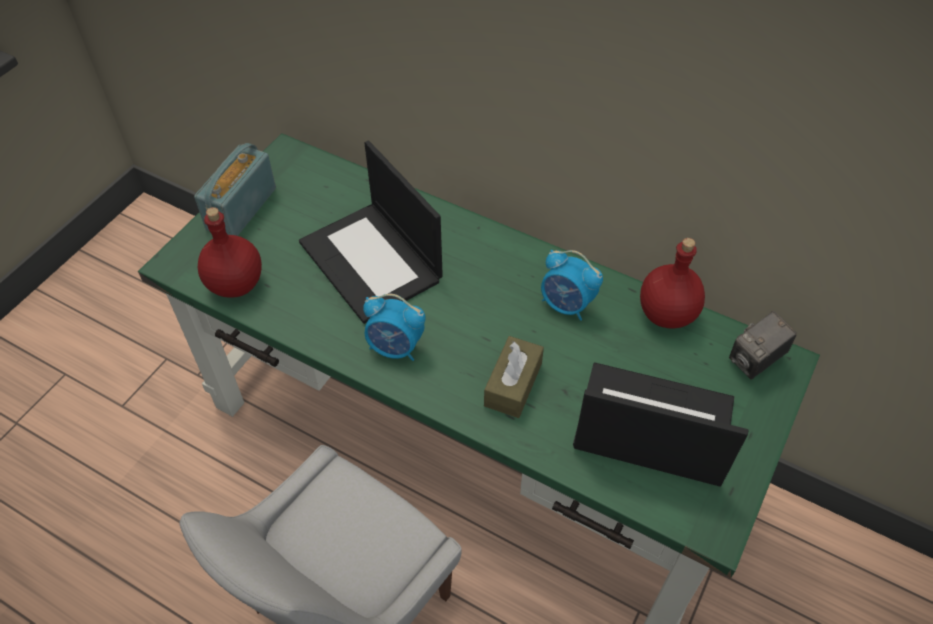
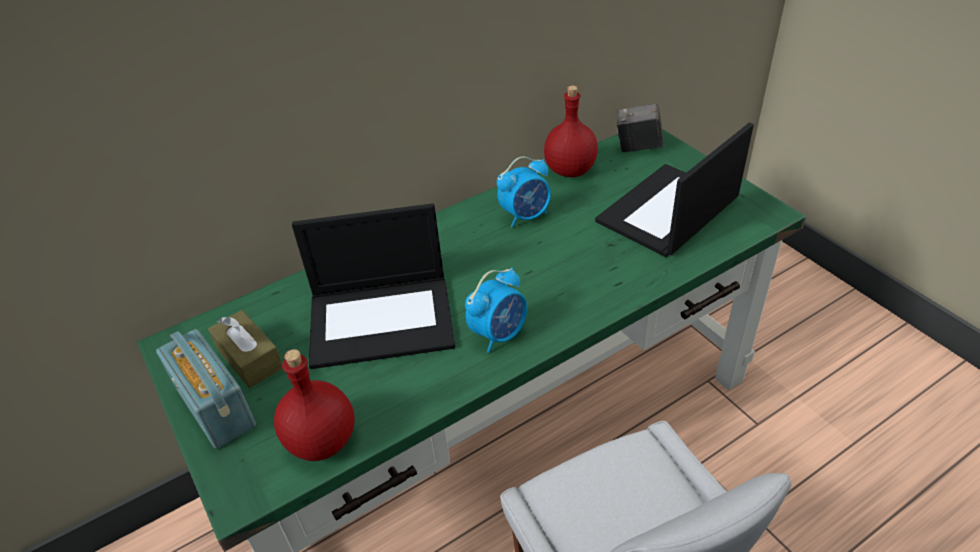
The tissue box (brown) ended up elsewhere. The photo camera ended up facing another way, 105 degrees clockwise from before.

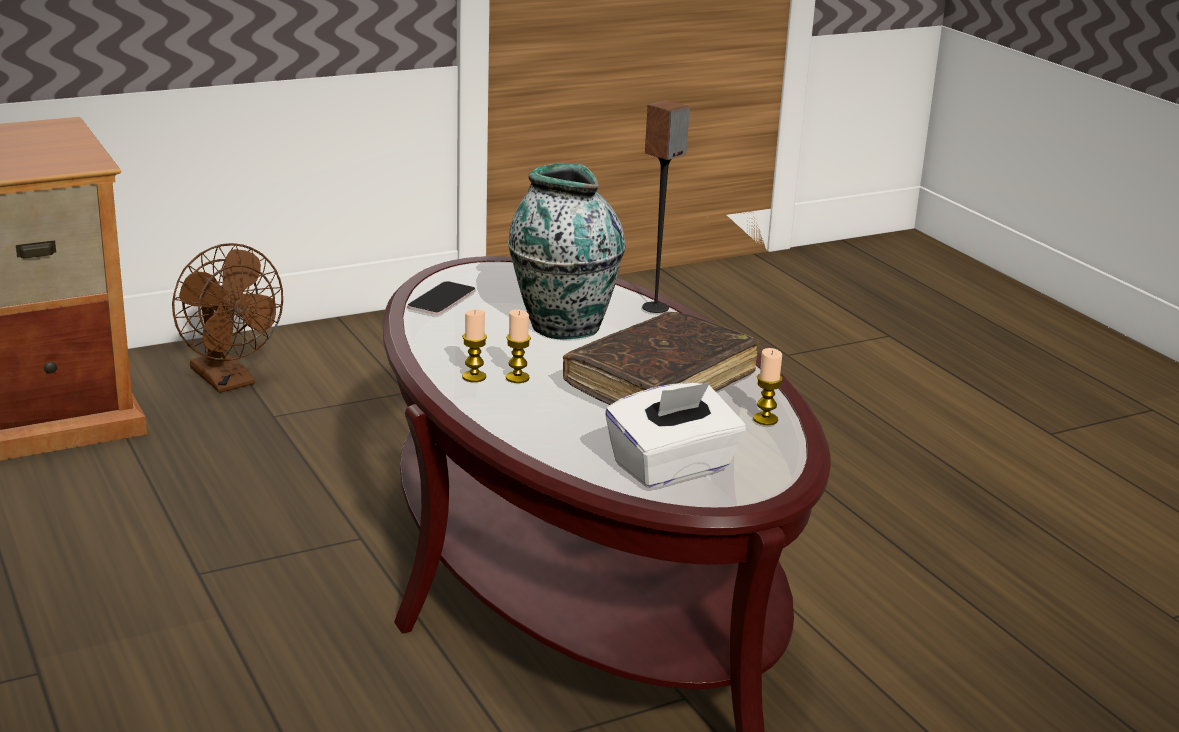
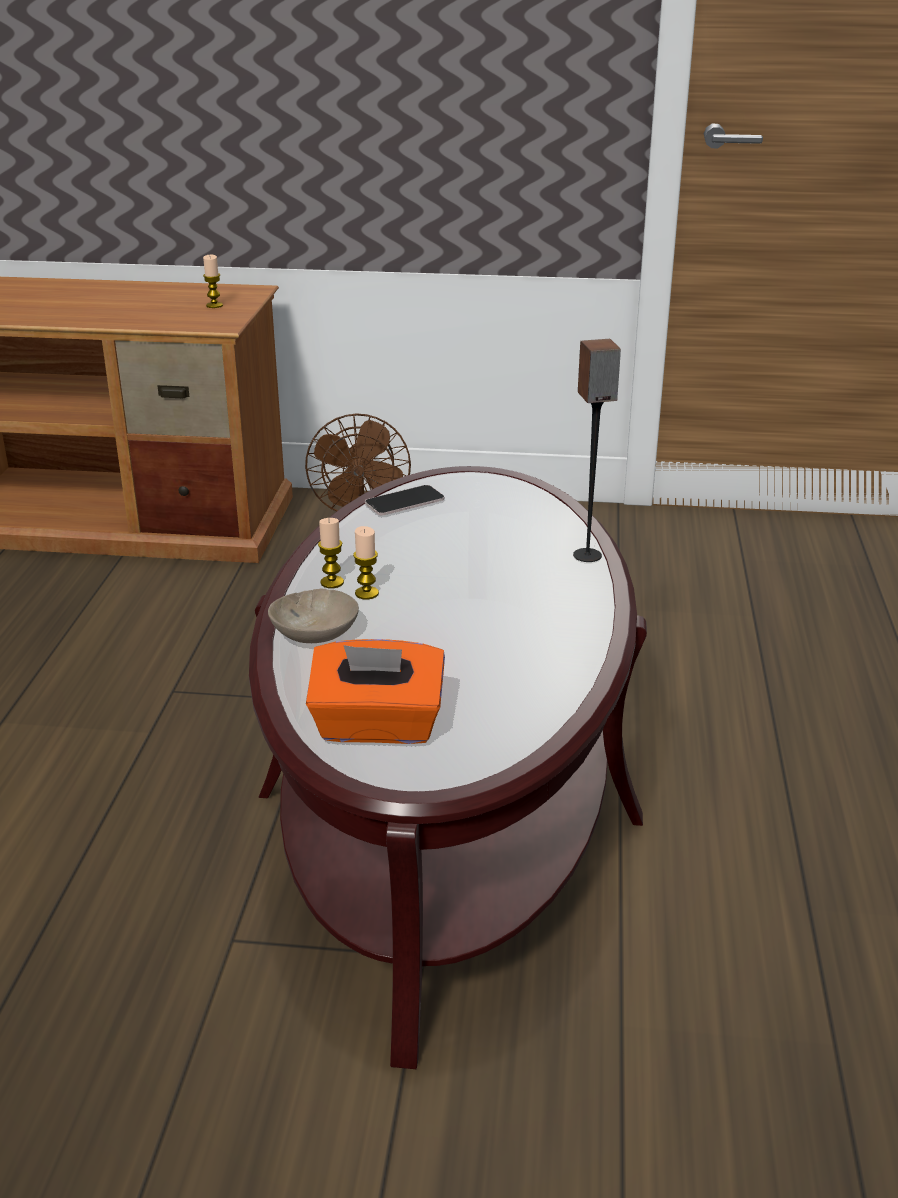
The second view lost the flower vase. The second view lost the book (brown). What was the tissue box (whitish) turned into the tissue box (orange). The wax candle (3rd from left in the first image) ended up elsewhere. The second view gained the deep dish (sand-coloured).

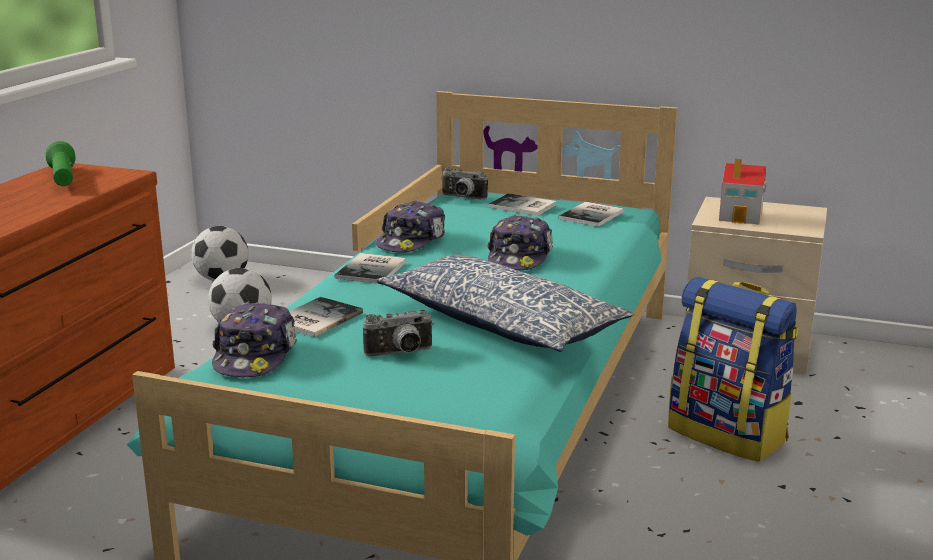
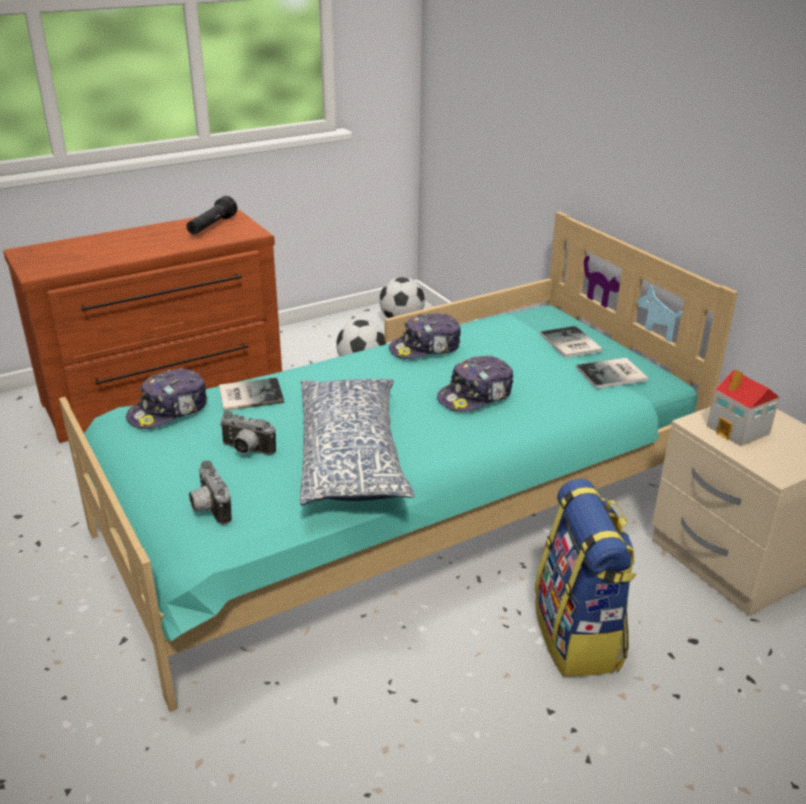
What was the hand torch (greenish) turned into the hand torch (blackish). The second view lost the book (2nd from left). The photo camera (2nd from left in the first image) ended up elsewhere.

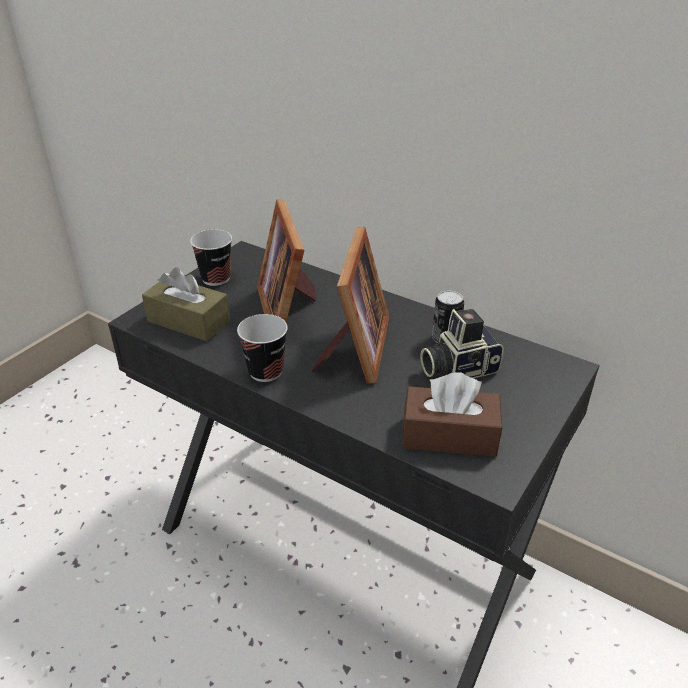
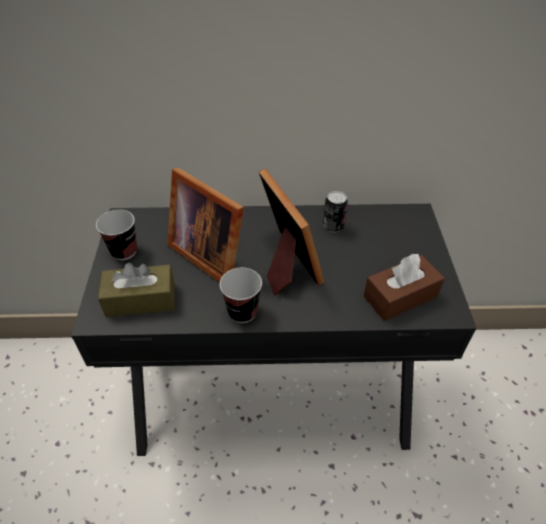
The second view lost the photo camera.

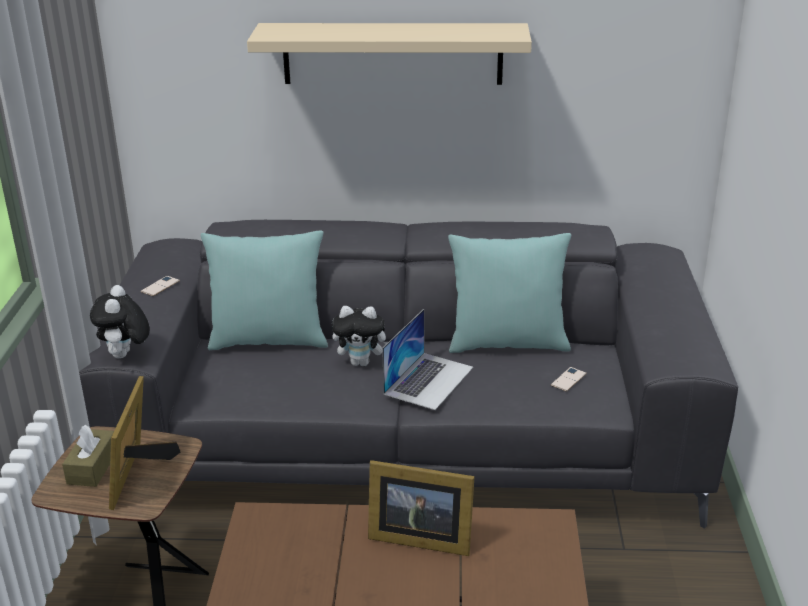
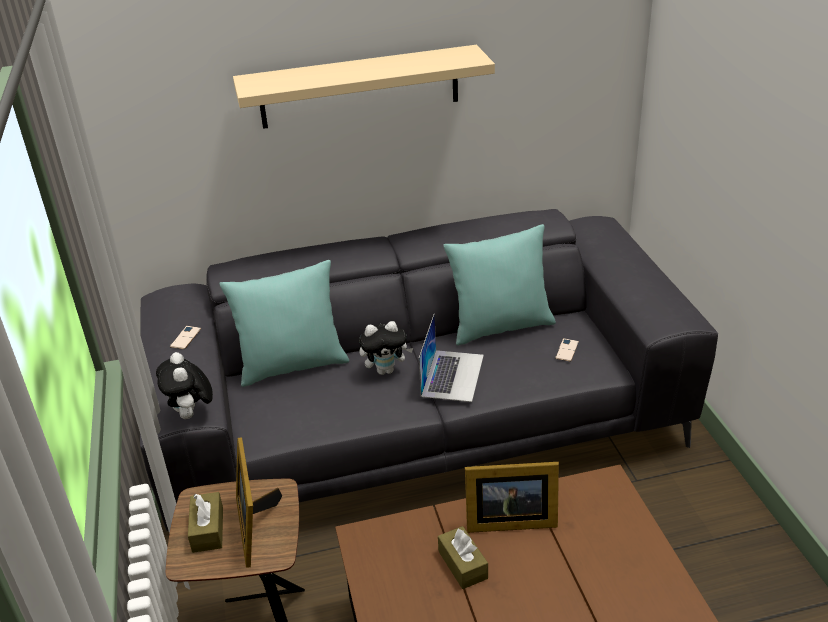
The second view gained the tissue box (brown) (2nd from left).

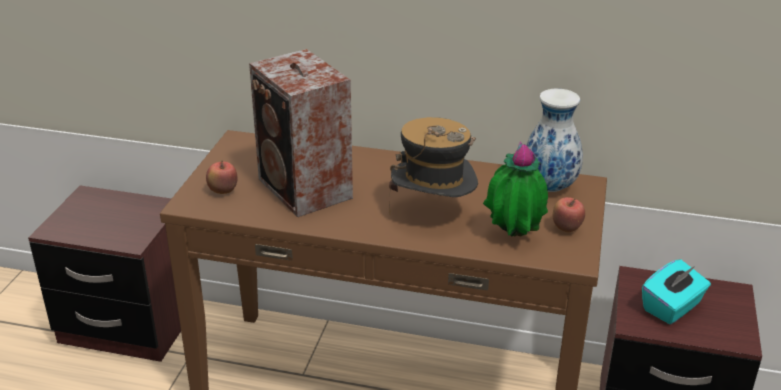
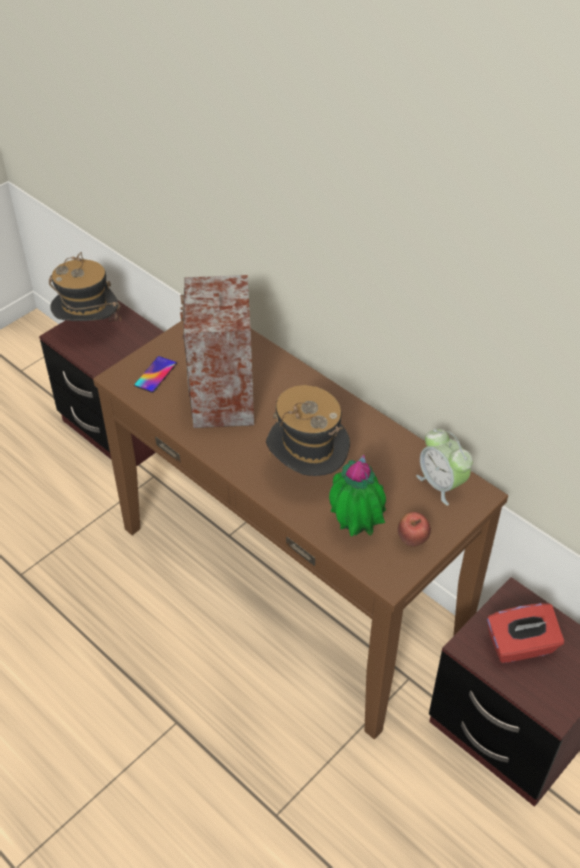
Where the apple (1st from left) stood, the phone came to stand. Where the flower vase stood, the table clock came to stand. What was the tissue box (turquoise-coloured) turned into the tissue box (reddish). The second view gained the hat (1st from left).

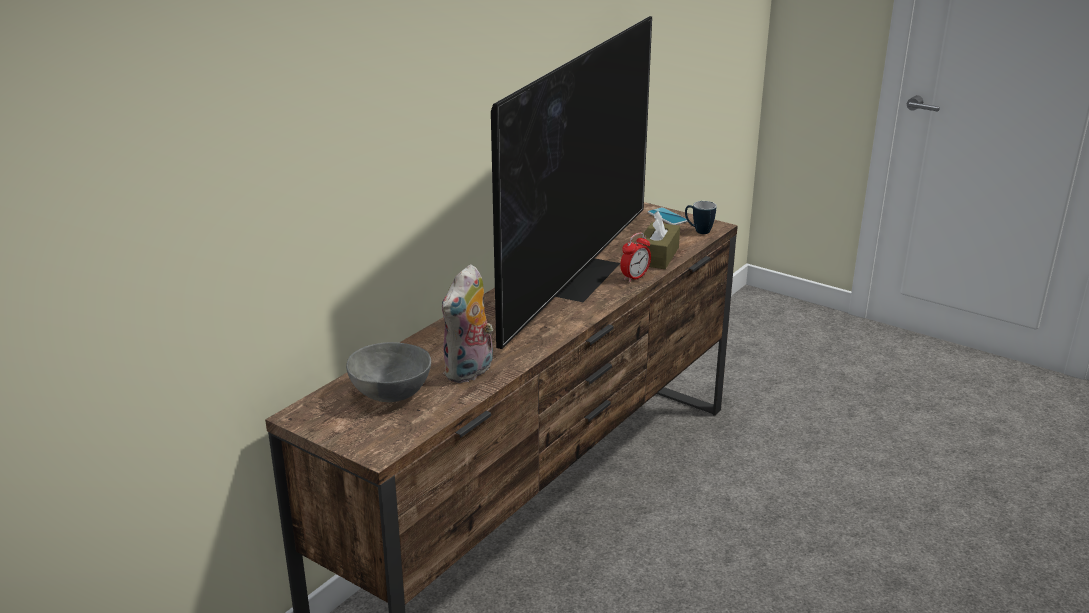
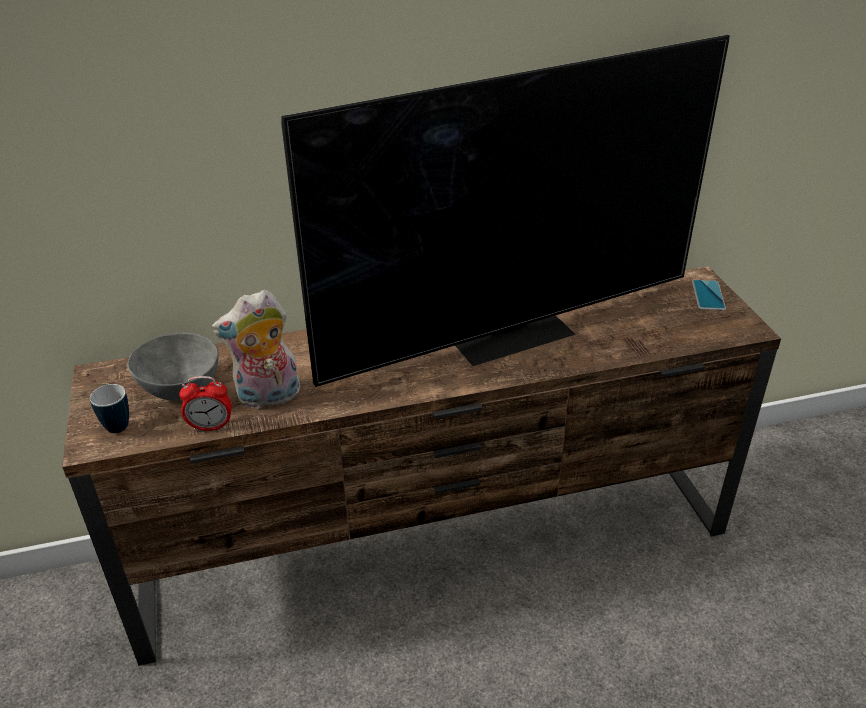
The table clock ended up elsewhere. The second view lost the tissue box (brown). The mug ended up elsewhere.

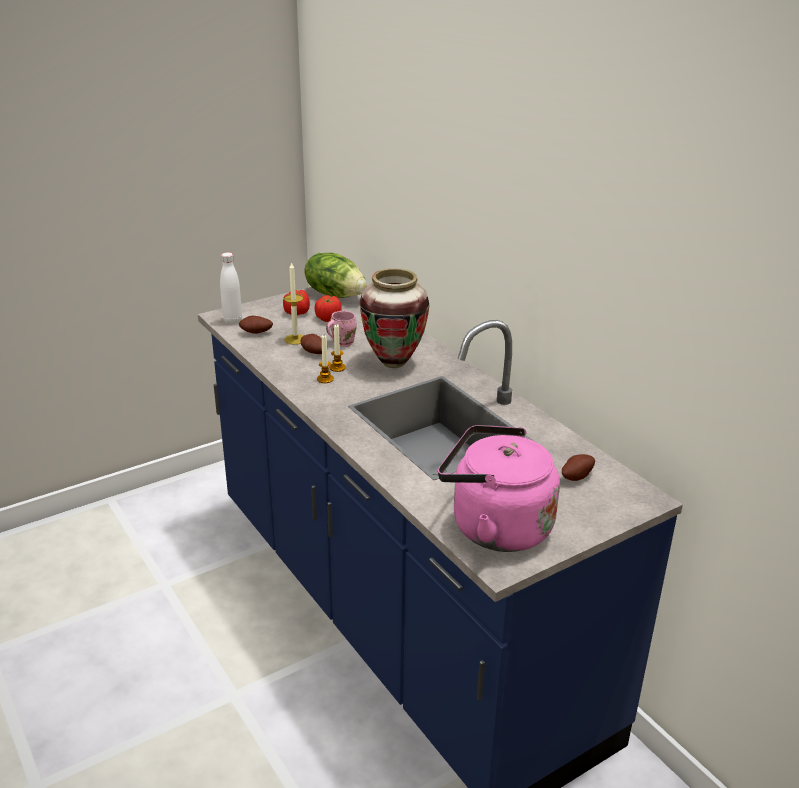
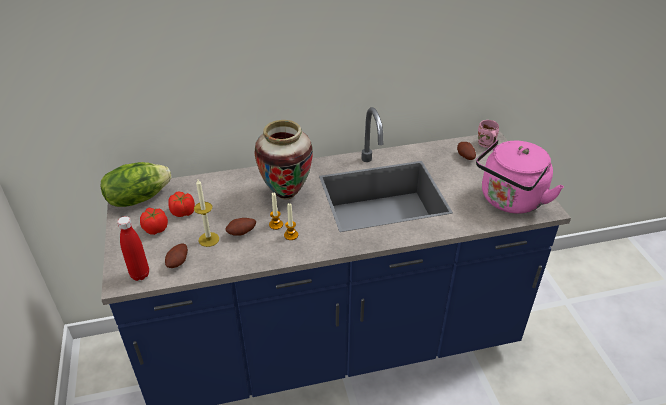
What was the beverage bottle (whitish) turned into the beverage bottle (reddish). The mug (pink-coloured) ended up elsewhere.

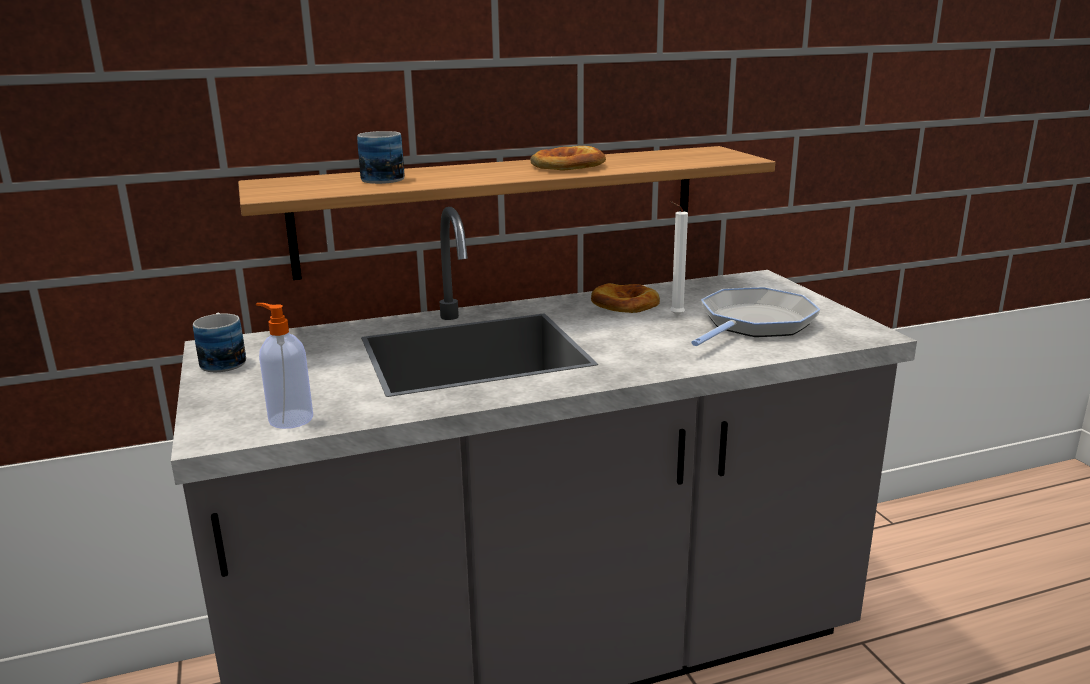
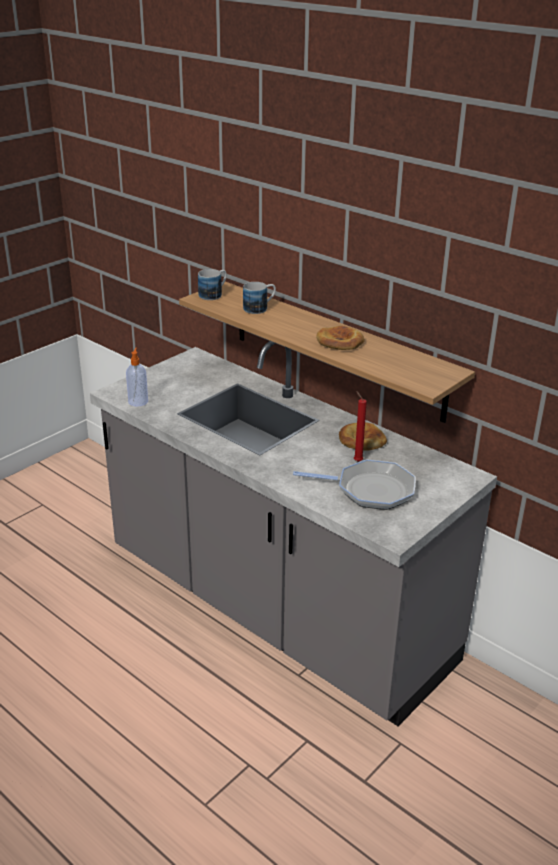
The mug (1st from left) ended up elsewhere. What was the wax candle (whitish) turned into the wax candle (reddish).

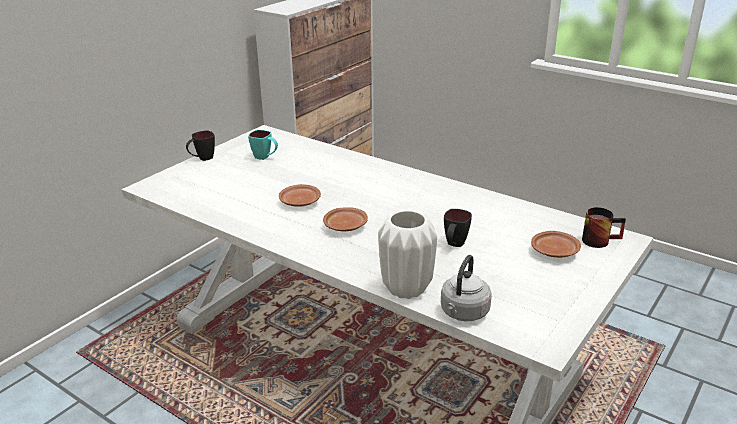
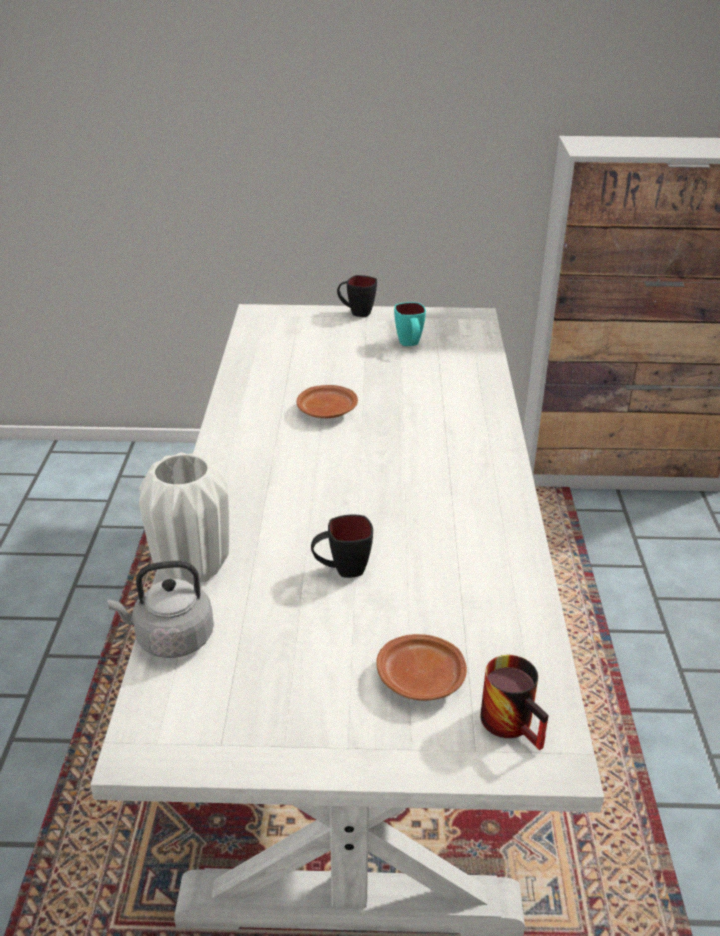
The second view lost the plate (brown) (2nd from left).

